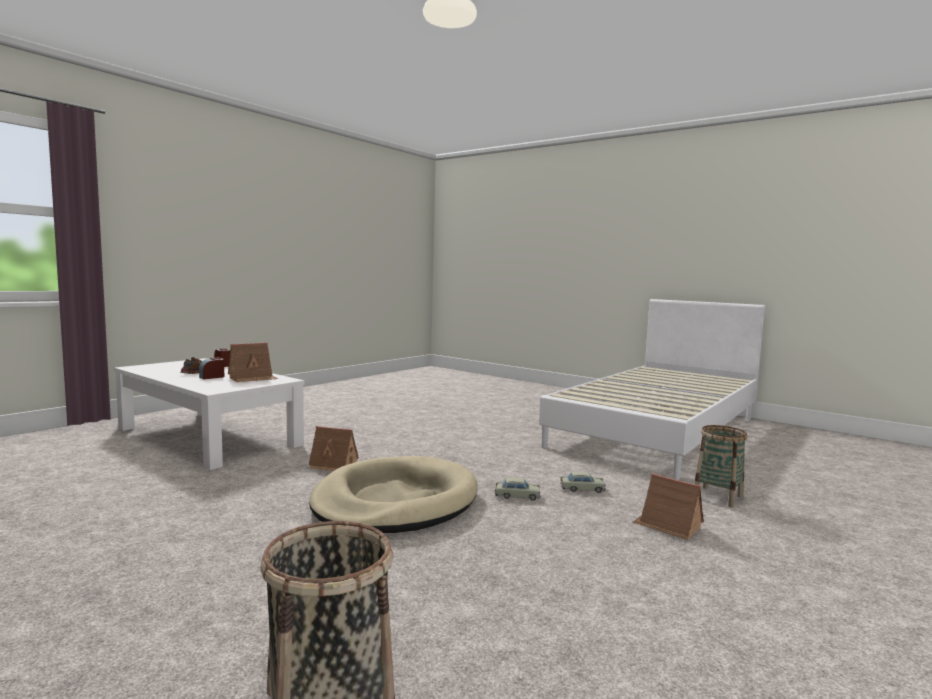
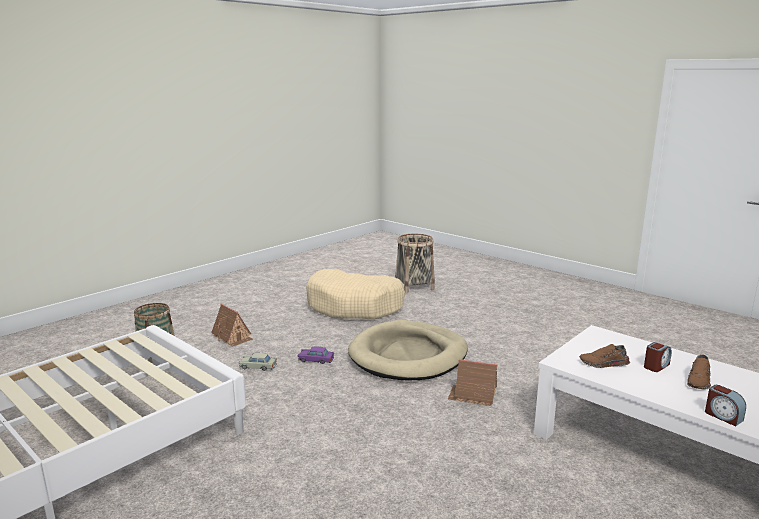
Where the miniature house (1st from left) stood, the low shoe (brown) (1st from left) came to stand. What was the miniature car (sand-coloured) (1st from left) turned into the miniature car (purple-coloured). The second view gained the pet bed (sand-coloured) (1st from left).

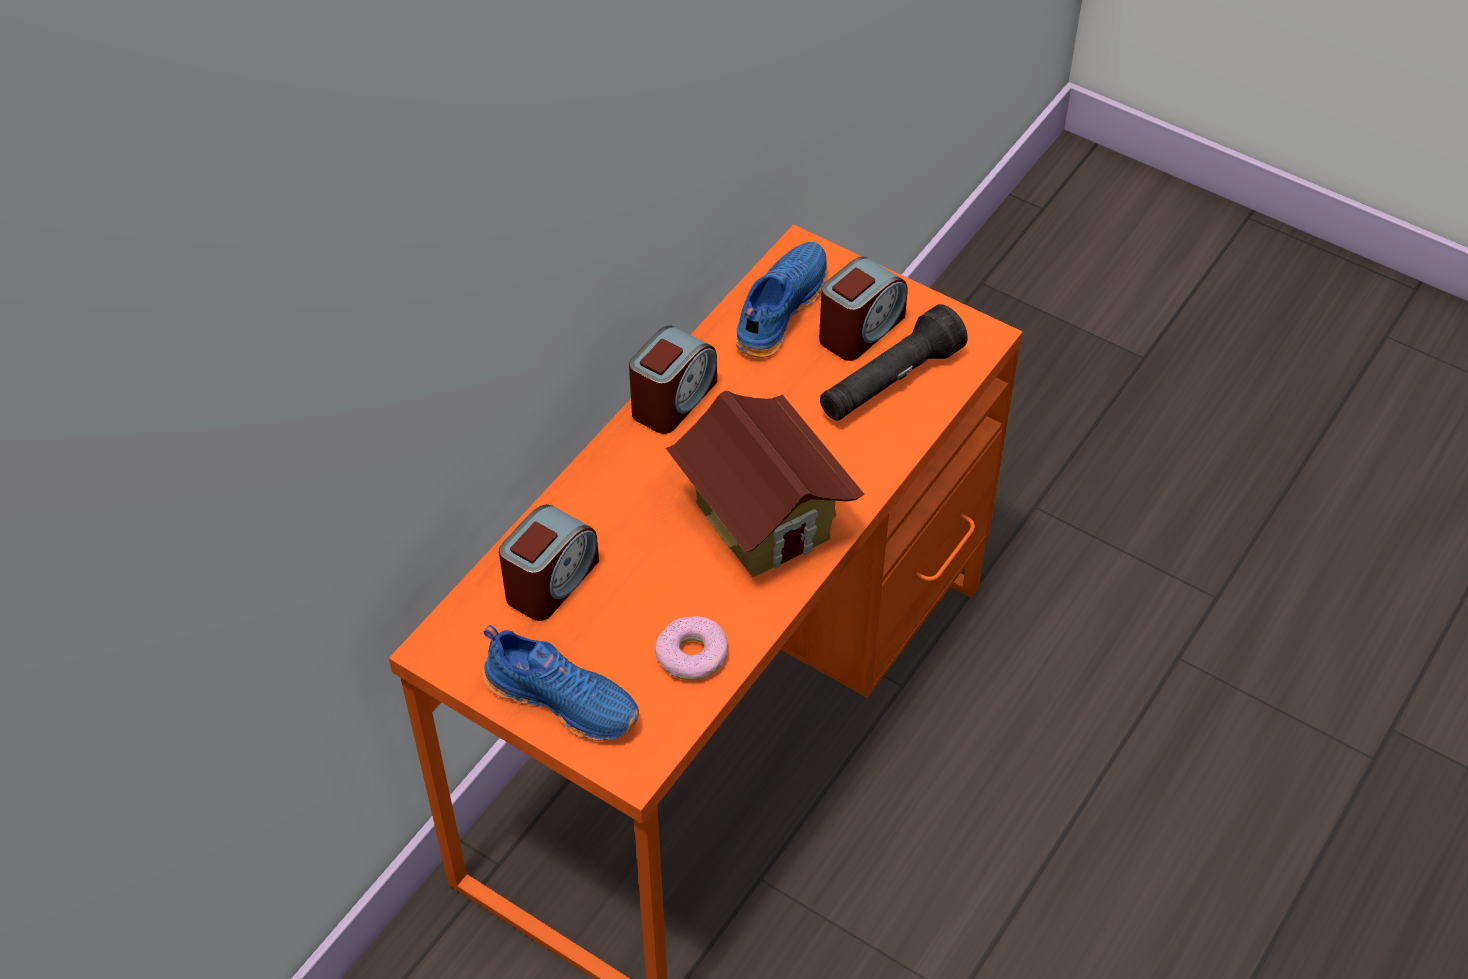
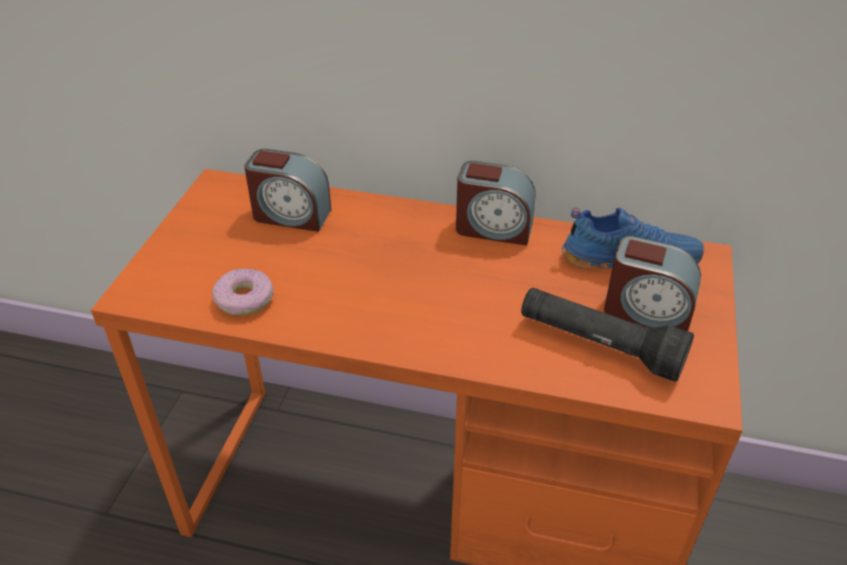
The second view lost the low shoe (blue-coloured) (1st from left). The second view lost the miniature house.

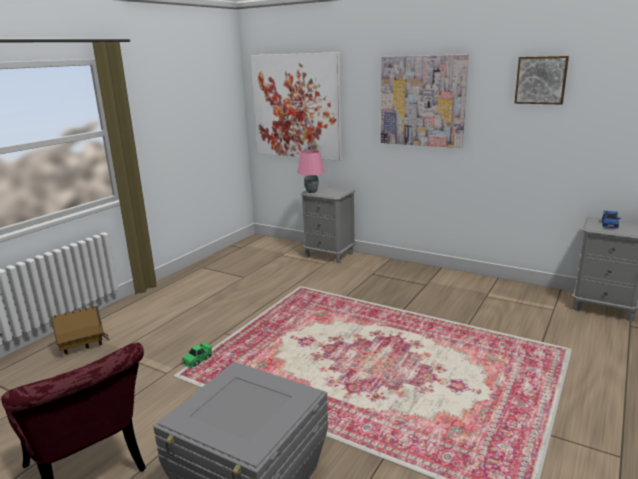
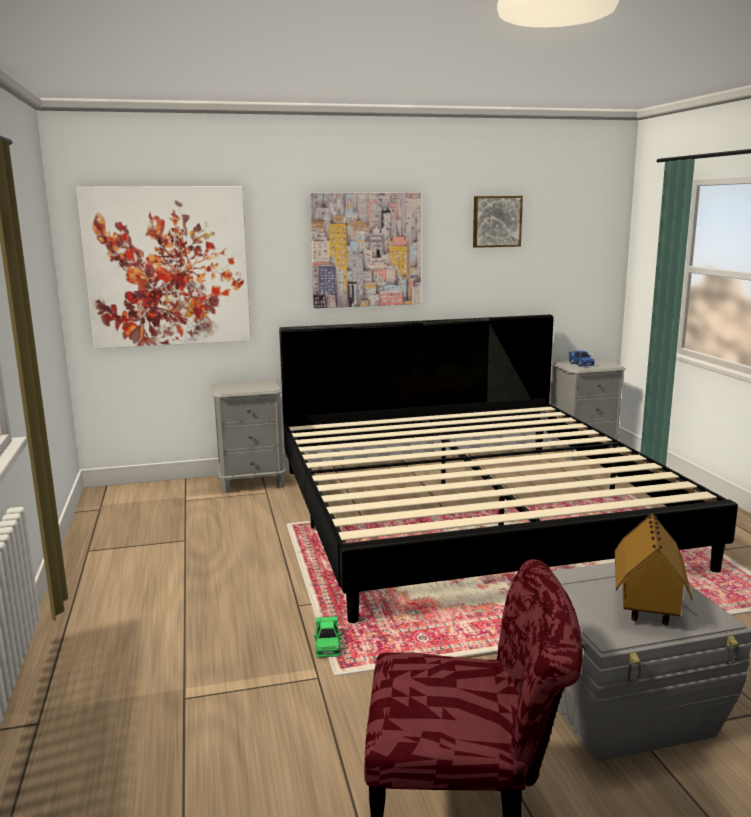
The miniature house ended up elsewhere. The second view lost the tabletop lamp (pink-coloured). The second view gained the bed.

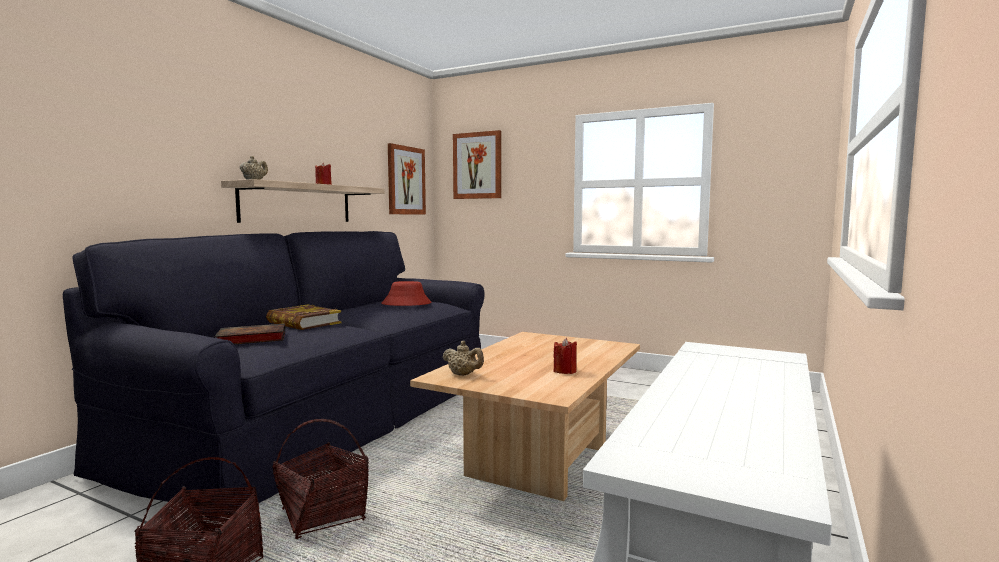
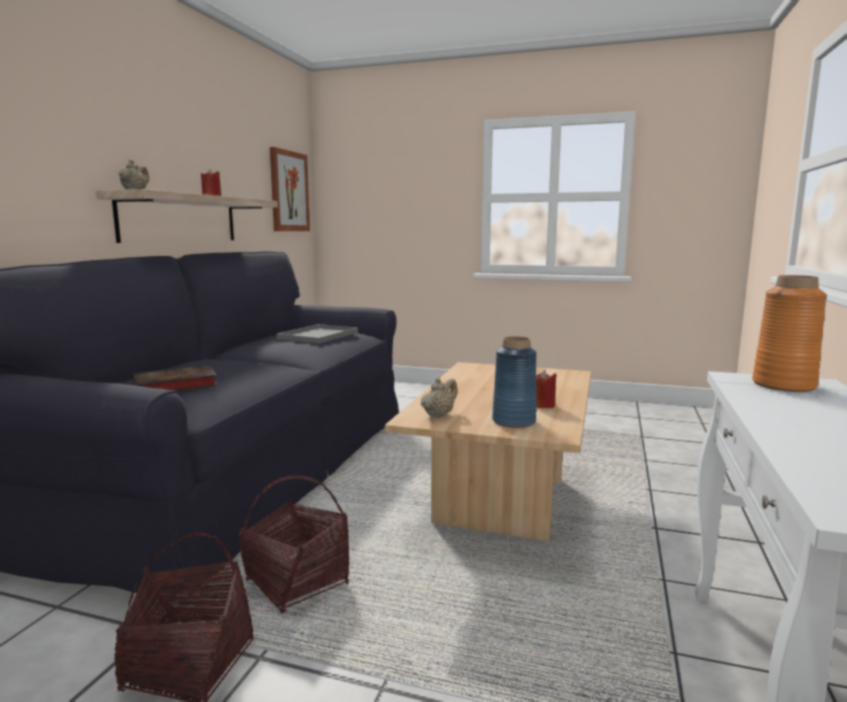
The second view lost the book (2nd from left). Where the hat (reddish) stood, the tray (gray) came to stand. The pot for tea (sand-coloured) (2nd from left) ended up facing another way, 75 degrees counterclockwise from before. The second view lost the wall picture (2nd from left). The second view gained the flower vase (blue-coloured). The second view gained the flower vase (orange).

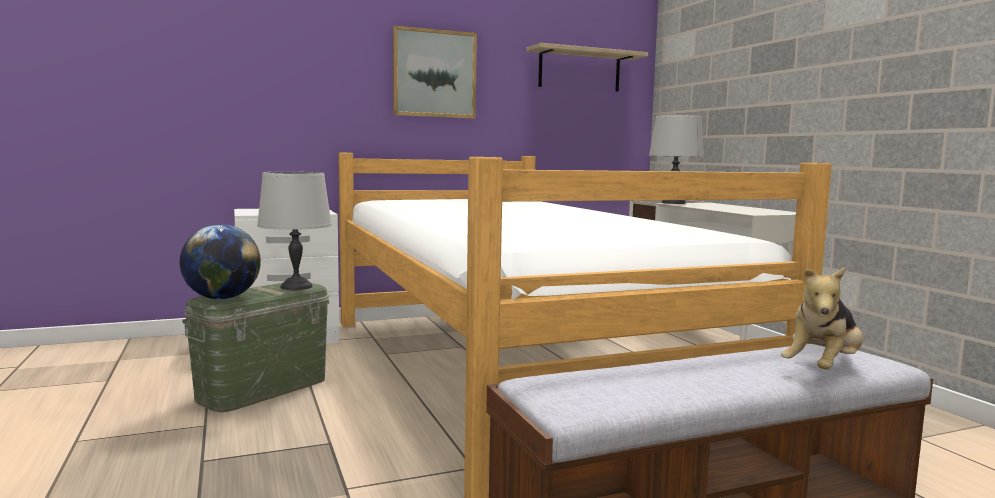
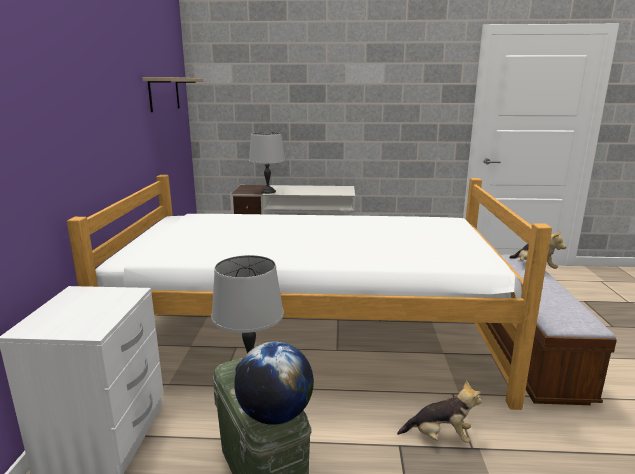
The second view lost the wall picture. The second view gained the plush toy (1st from left).

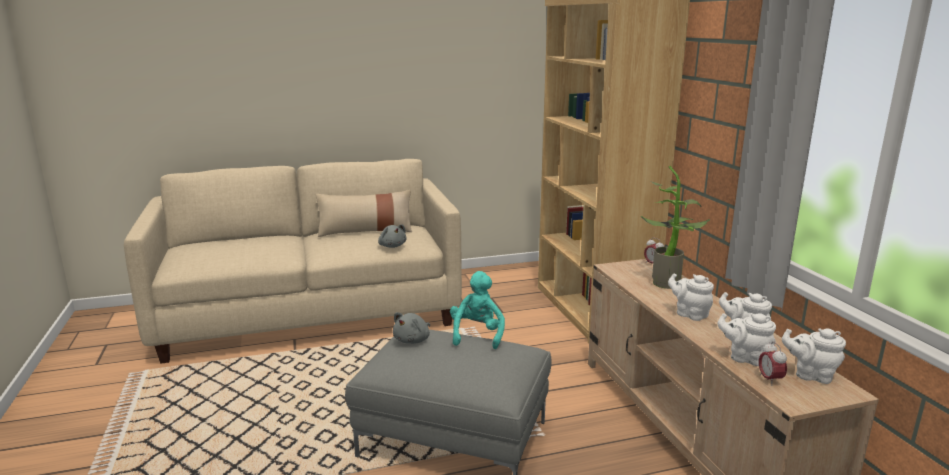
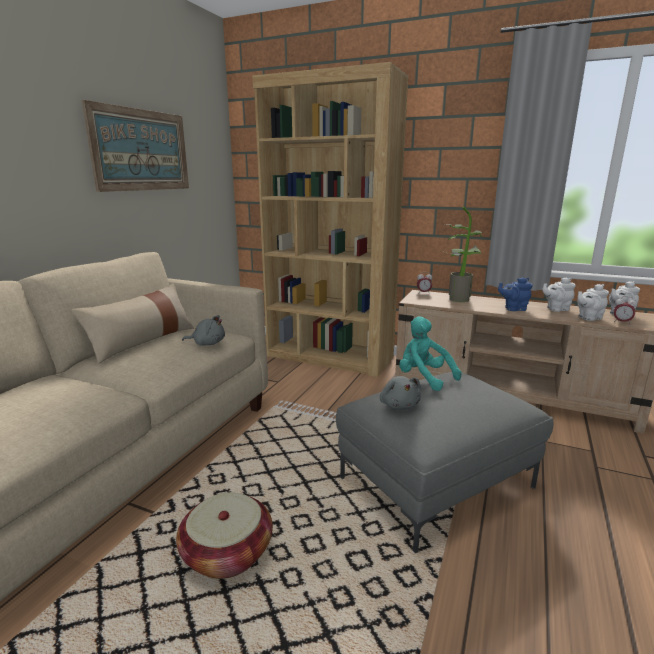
What was the pot for tea (whitish) (1st from left) turned into the pot for tea (blue-coloured). The second view gained the wall picture. The second view gained the storage basket.

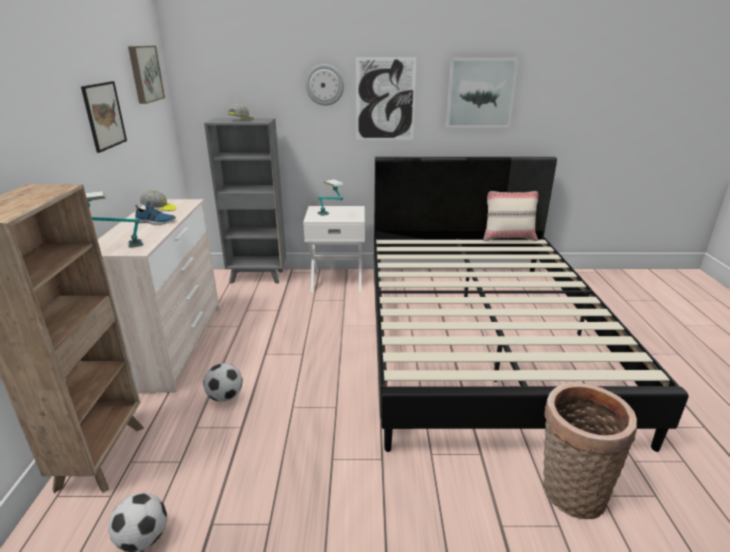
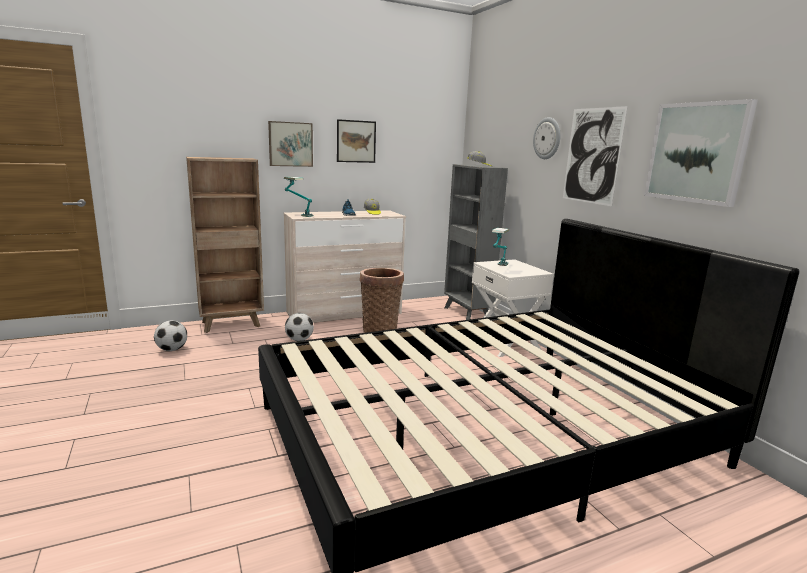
The wall picture (2nd from left in the first image) ended up elsewhere. The second view lost the pillow (sand-coloured). The storage basket ended up elsewhere.

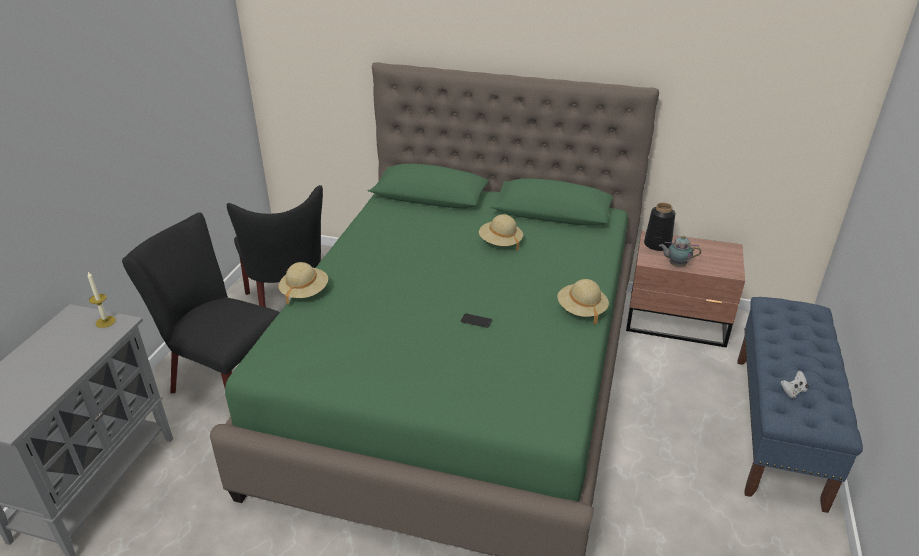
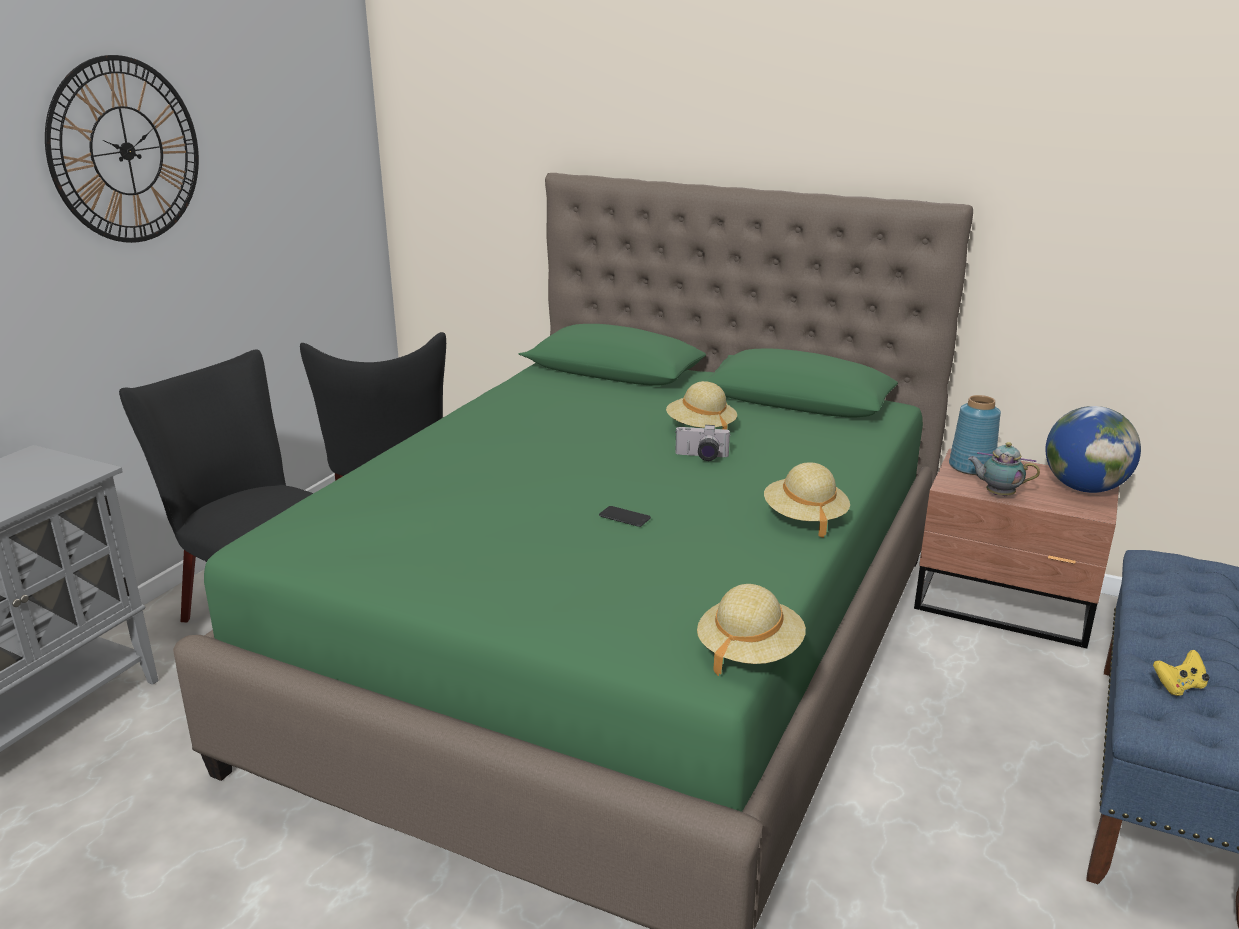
The second view lost the wax candle. The hat (sand-coloured) (1st from left in the first image) ended up elsewhere. What was the flower vase (blackish) turned into the flower vase (blue-coloured). What was the joypad (whitish) turned into the joypad (yellowish). The second view gained the wall clock. The second view gained the photo camera. The second view gained the globe.

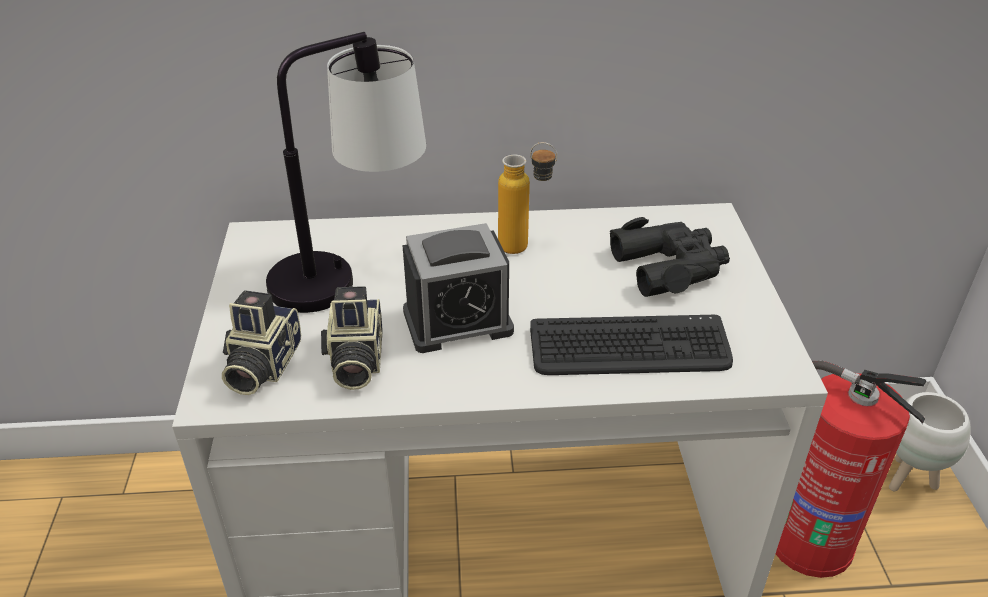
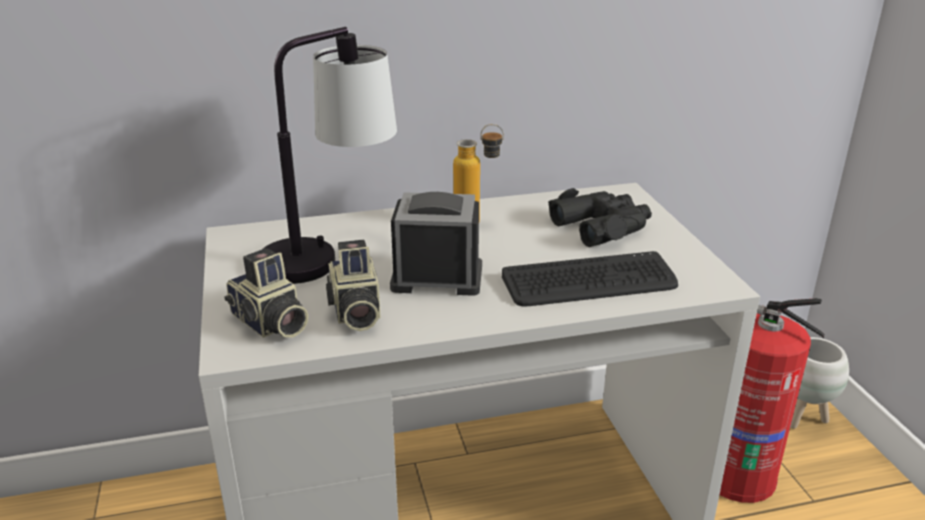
The photo camera (1st from left) ended up facing another way, 45 degrees counterclockwise from before. The table clock ended up facing another way, 150 degrees counterclockwise from before.

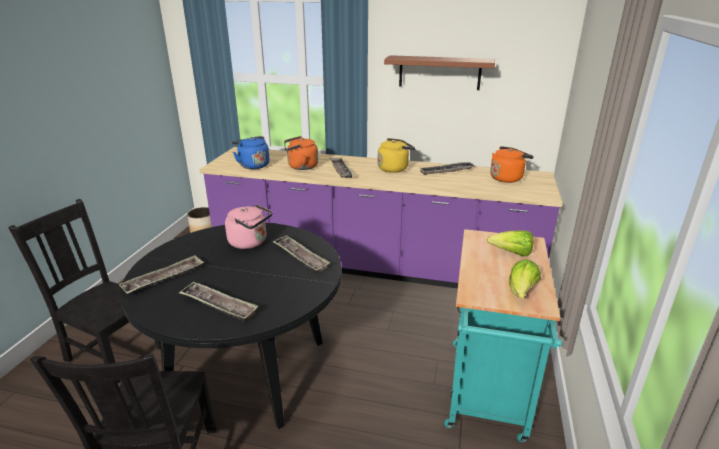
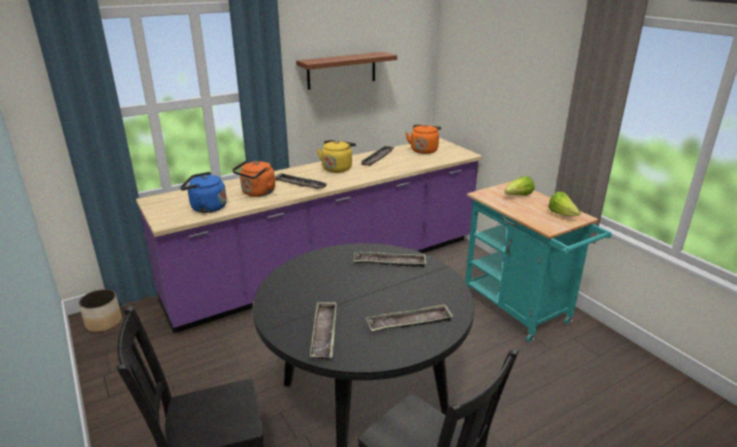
The second view lost the kettle (pink-coloured).

